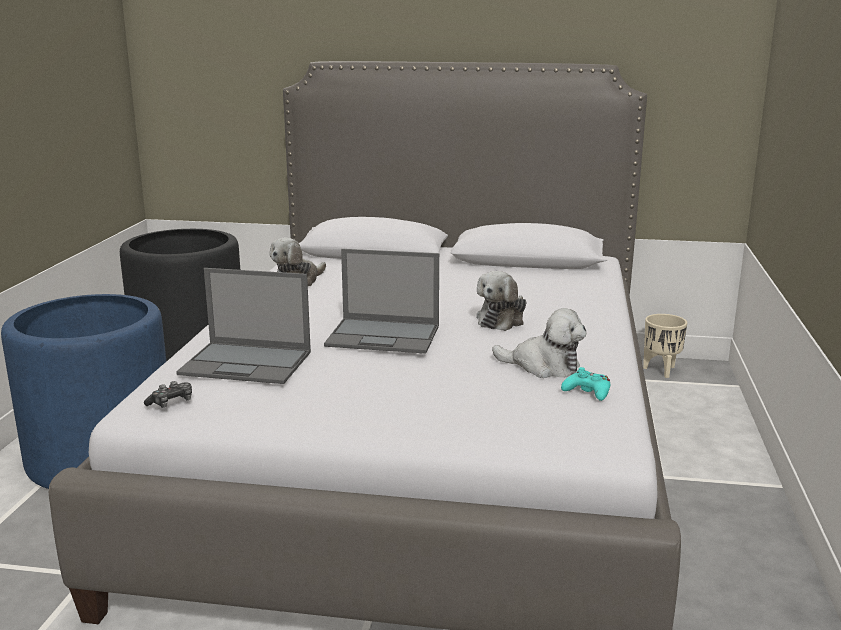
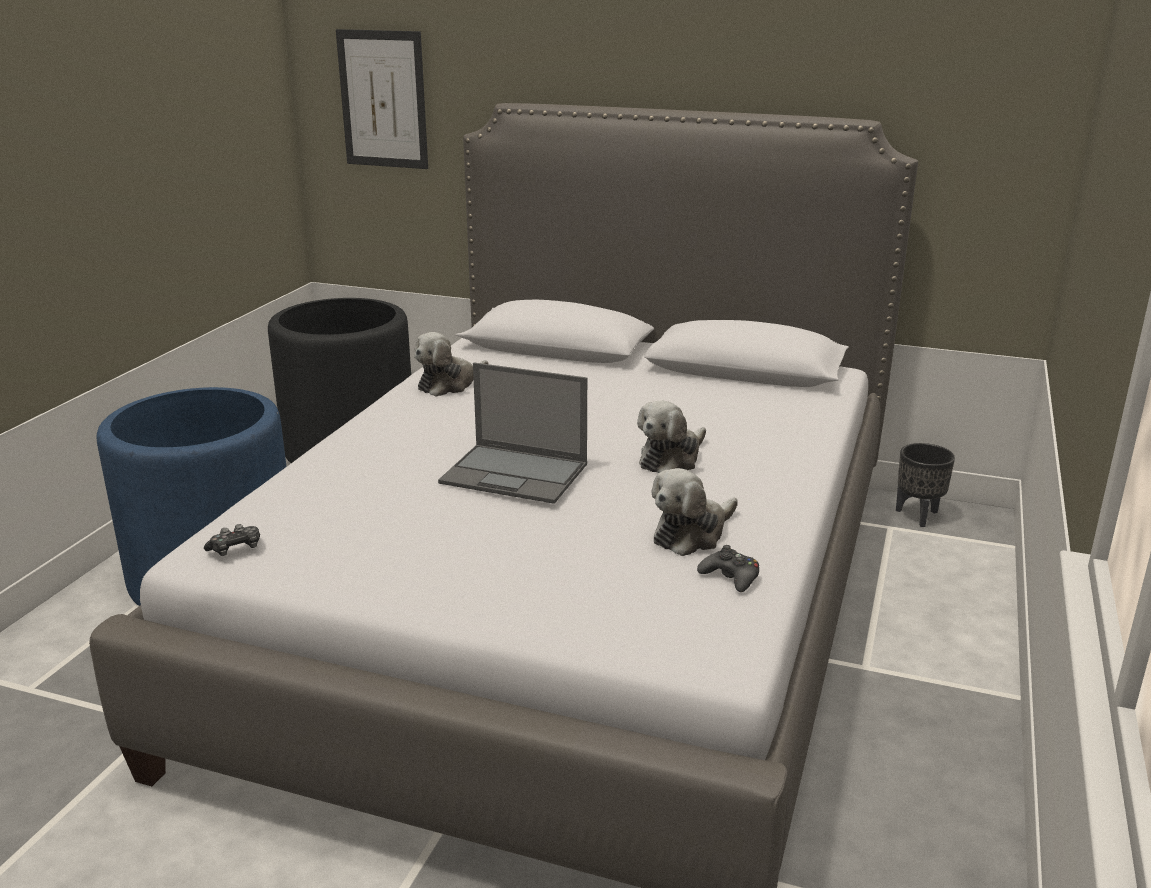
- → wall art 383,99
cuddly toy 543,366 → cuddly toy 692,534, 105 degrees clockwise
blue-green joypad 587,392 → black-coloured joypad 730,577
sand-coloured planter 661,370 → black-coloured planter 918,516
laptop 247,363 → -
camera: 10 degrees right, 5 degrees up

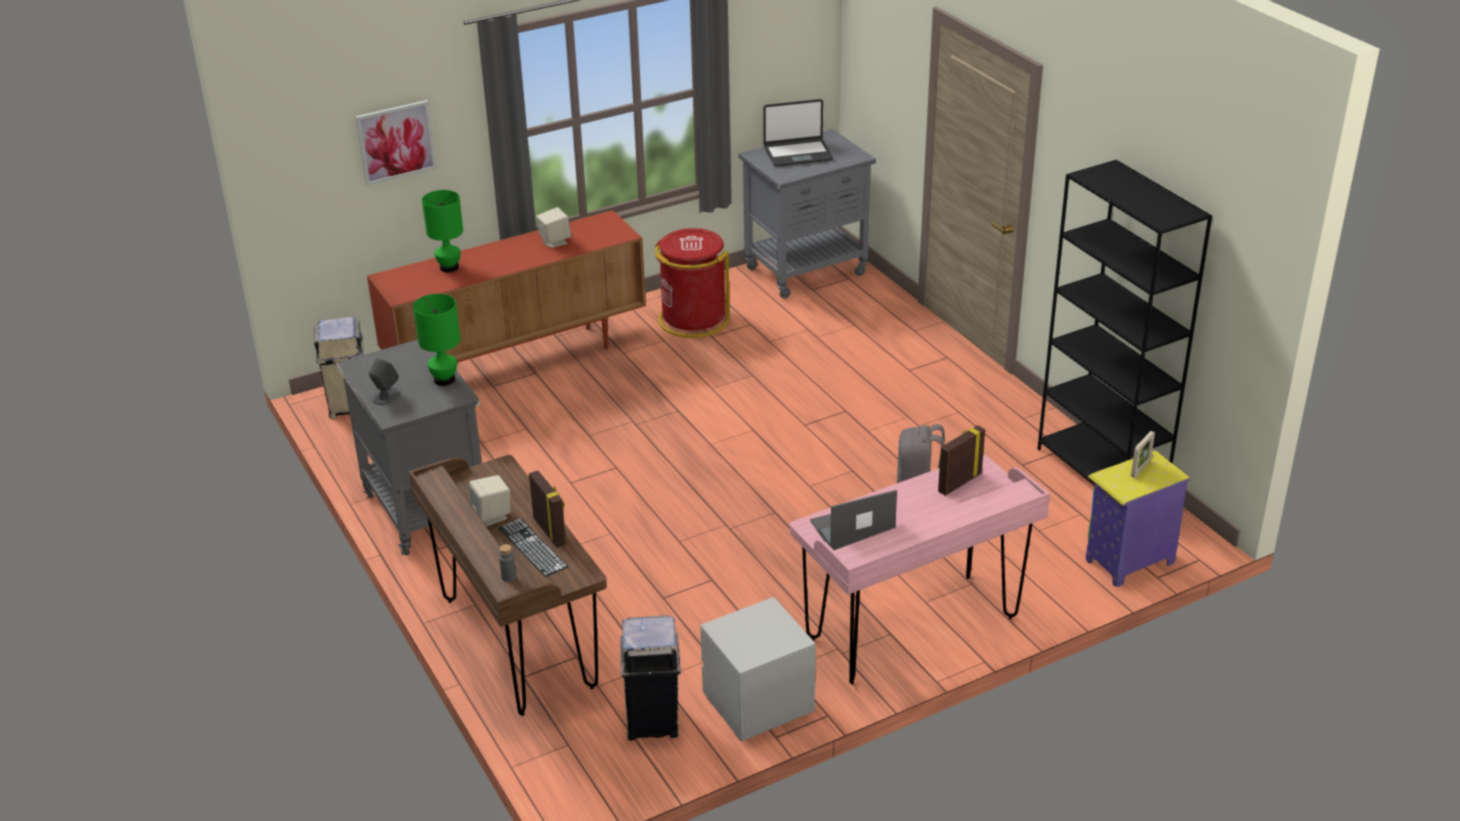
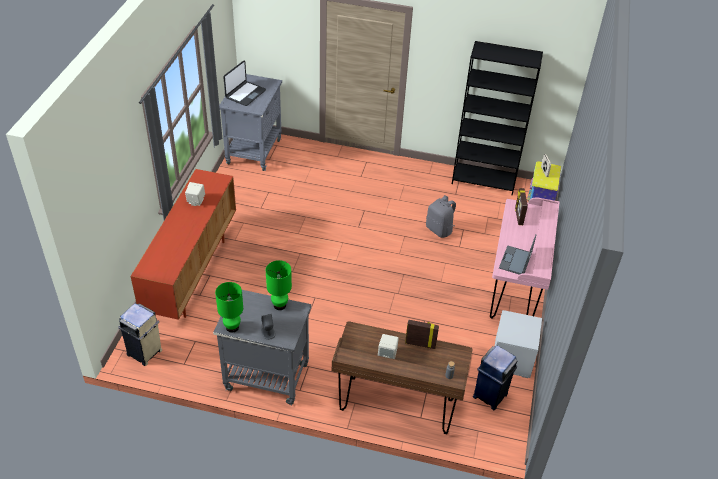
green tabletop lamp 449,267 → green tabletop lamp 232,327, relocated
sand-coloured rubbish bin 653,721 → bluish rubbish bin 490,395
wall art 396,142 → -
keyboard 532,547 → -
red rubbish bin 693,320 → -
camera: 50 degrees left, 10 degrees up

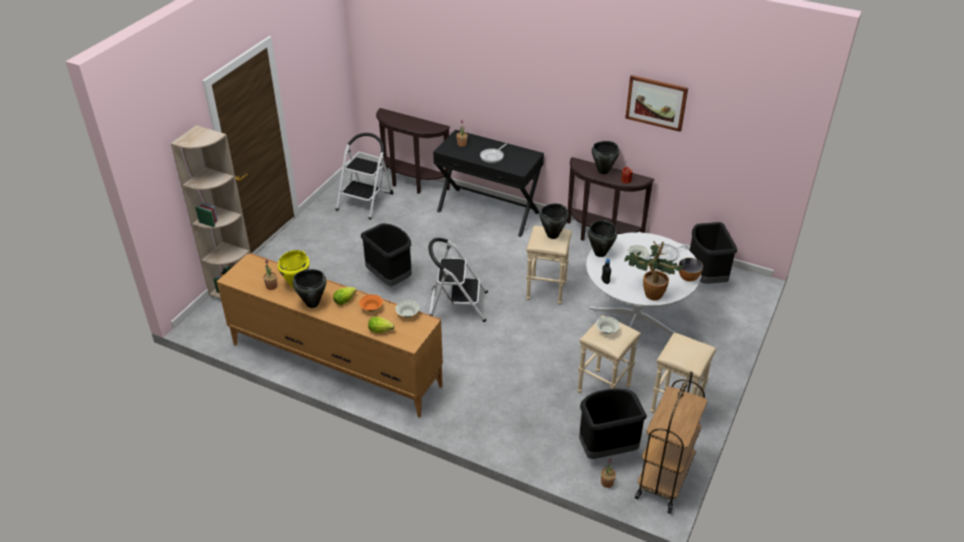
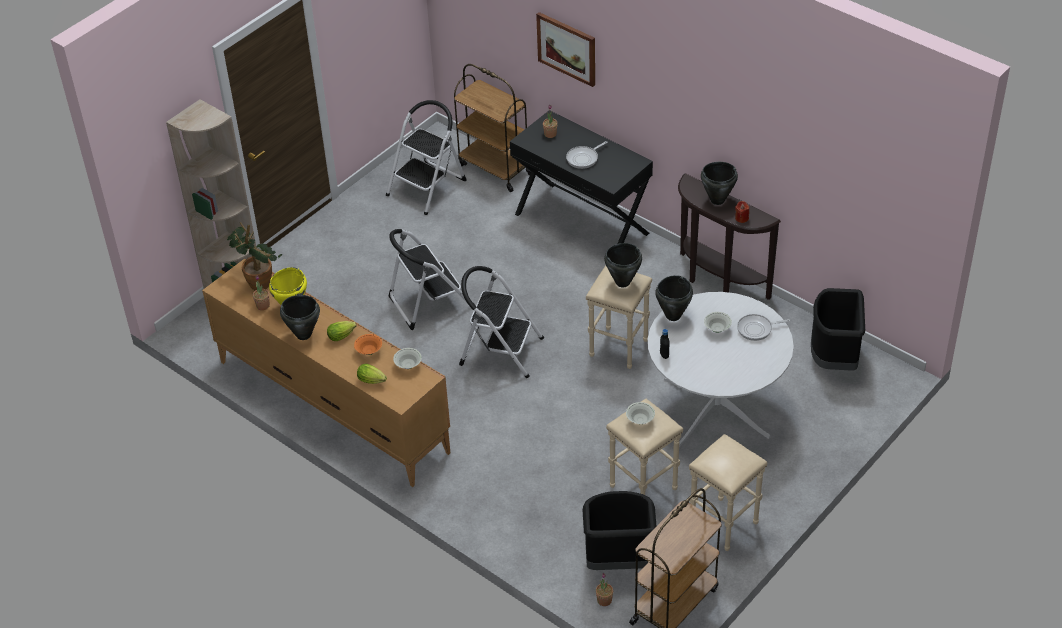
plant in a pot 650,292 → plant in a pot 258,280, relocated
black-coloured rubbish bin 390,278 → step ladder 428,302
brownish hall table 412,184 → brownish trolley 494,169
wall art 656,102 → wall art 567,48, relocated
deep dish 688,278 → -
camera: 15 degrees right, 5 degrees up

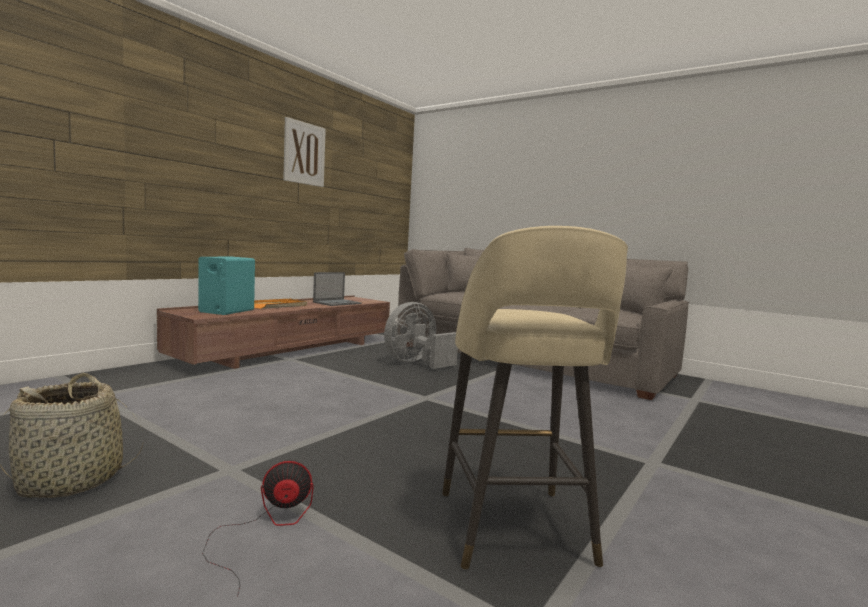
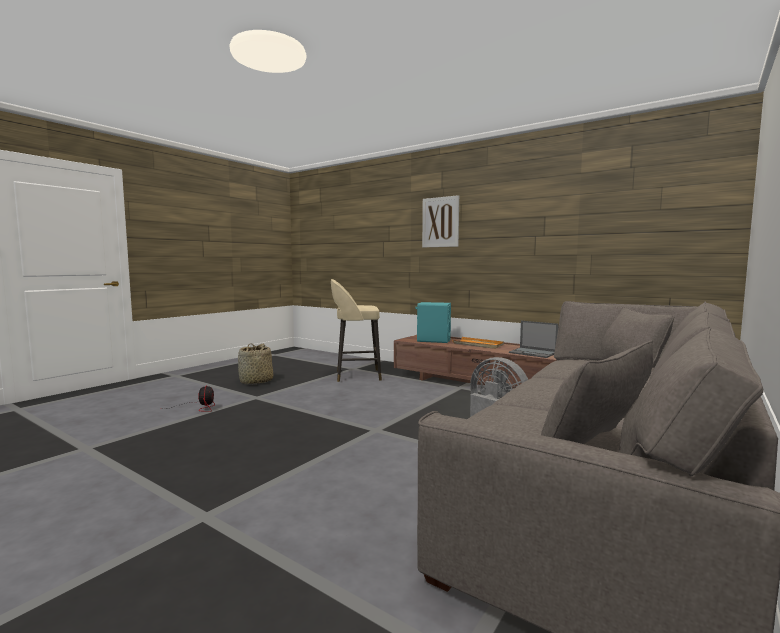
sand-coloured stool seat 515,530 → sand-coloured stool seat 356,376, relocated
wall art 304,153 → wall art 440,222, relocated
camera: 90 degrees right, 0 degrees up

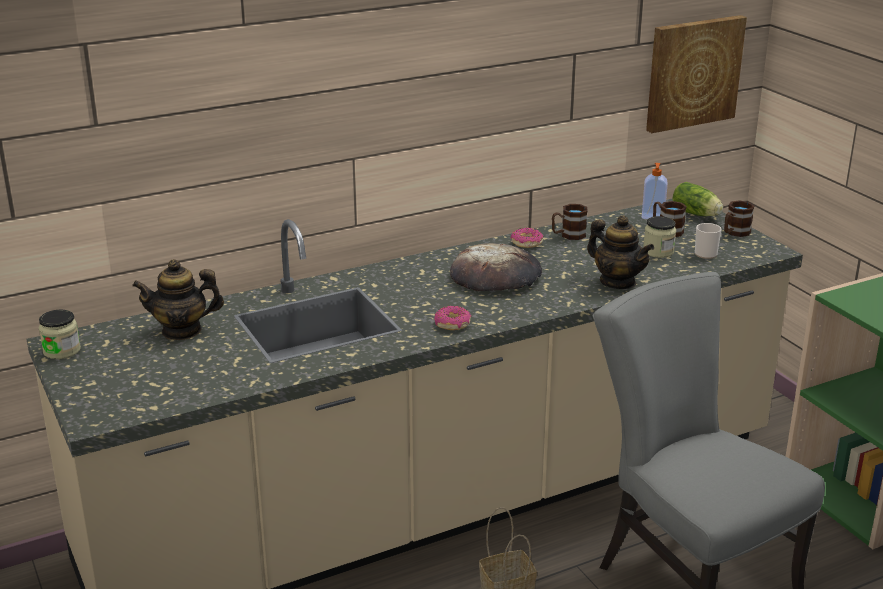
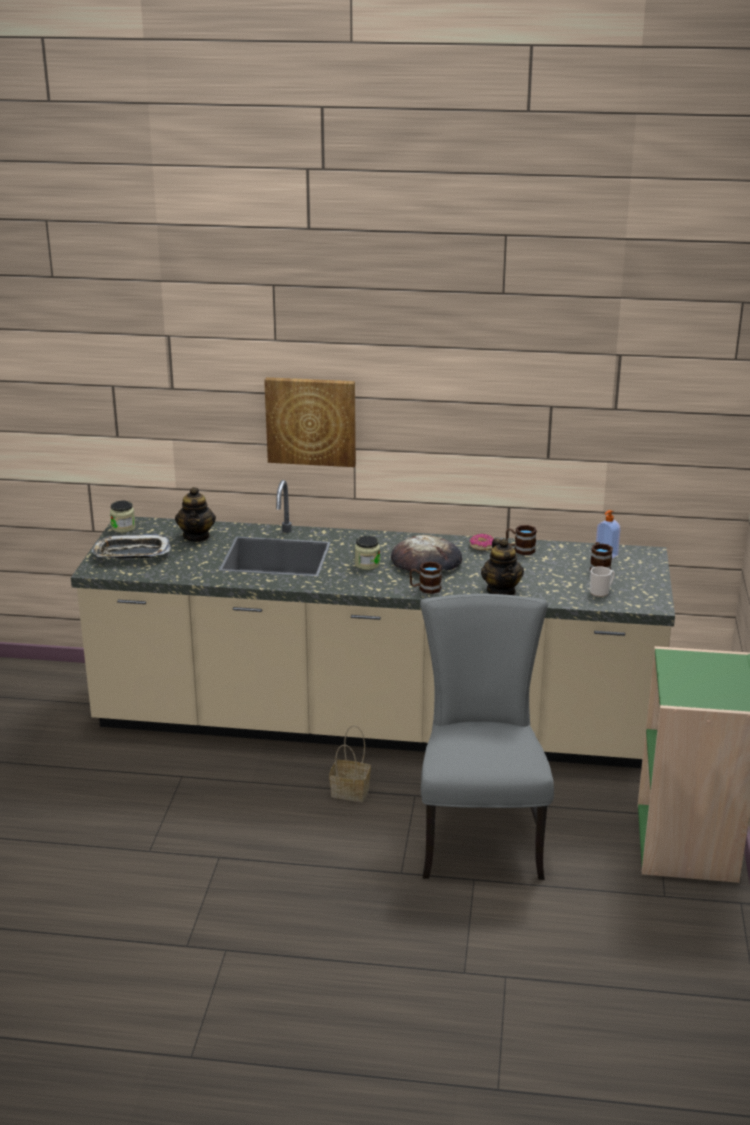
- → carrying tray 131,553
teapot 182,331 → teapot 197,536, 120 degrees counterclockwise
wall art 693,72 → wall art 311,421, relocated
preserve jar 658,251 → preserve jar 367,564, relocated
brownish coffee mug 734,233 → brownish coffee mug 425,588, relocated
donut 452,324 → -
lettuce head 697,214 → -
camera: 35 degrees right, 0 degrees up

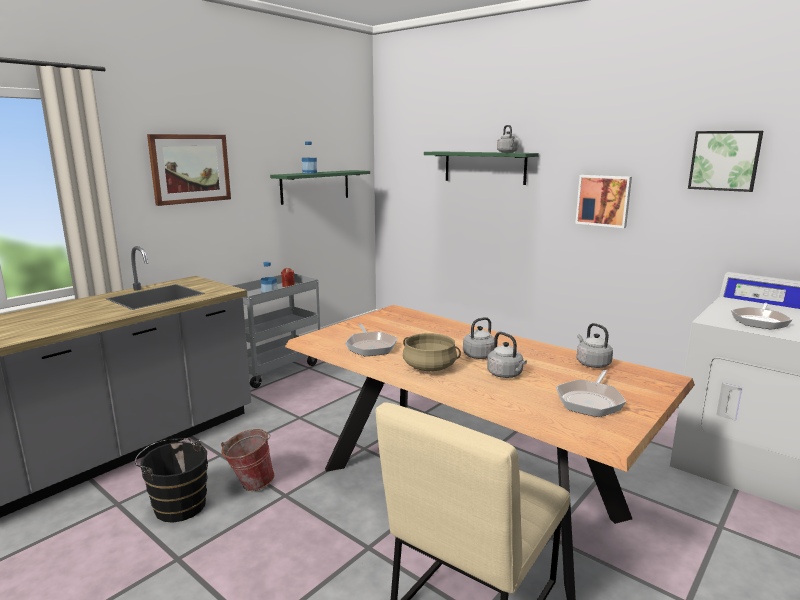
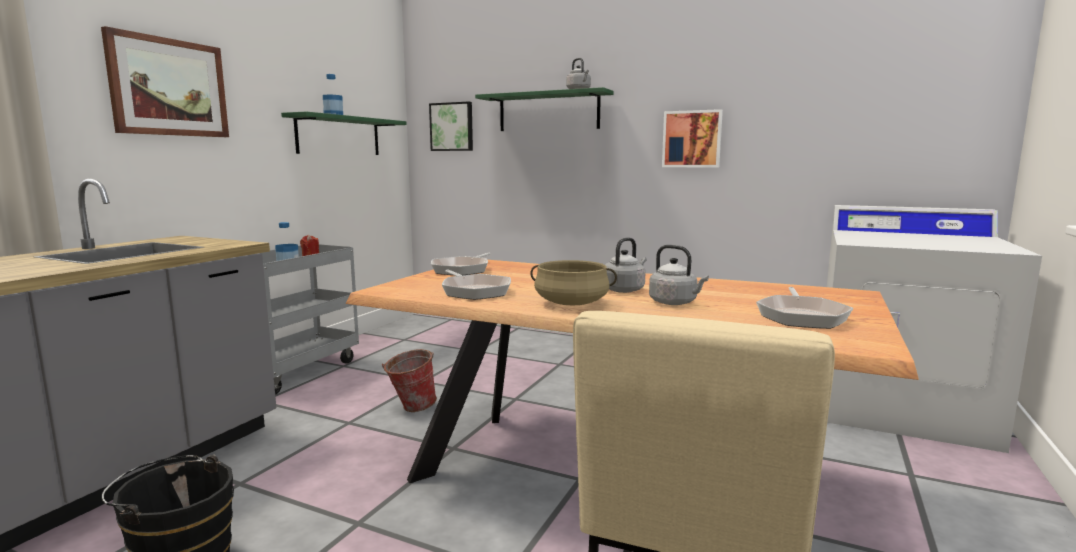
bucket 249,484 → bucket 411,408, relocated
wall art 724,160 → wall art 452,127, relocated
frying pan 760,321 → frying pan 462,269, relocated
gray water kettle 591,363 → -
camera: 15 degrees left, 5 degrees down

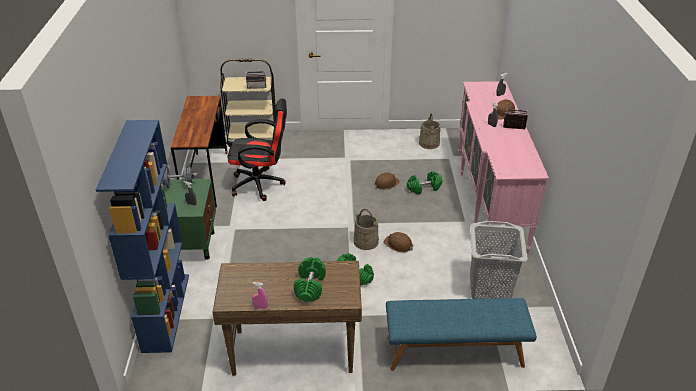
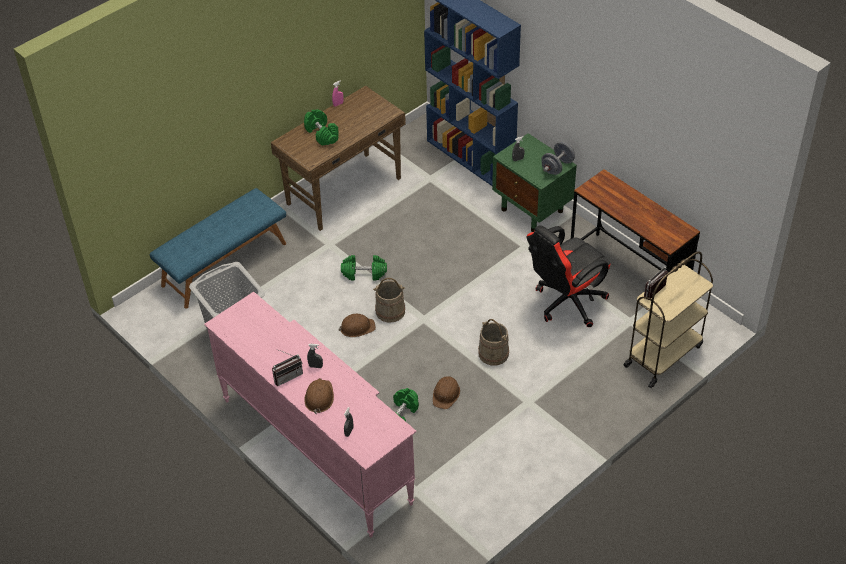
sand-coloured bucket 429,143 → sand-coloured bucket 493,353, relocated
camera: 140 degrees right, 10 degrees up

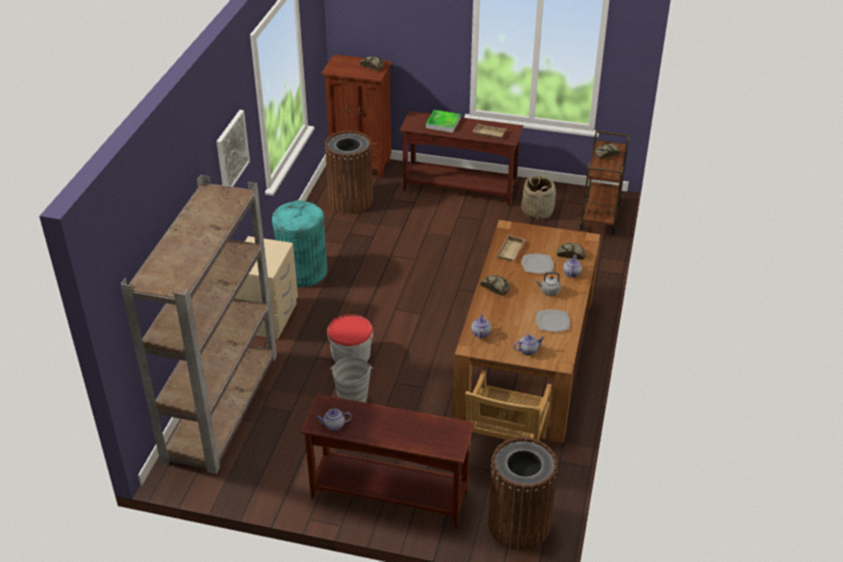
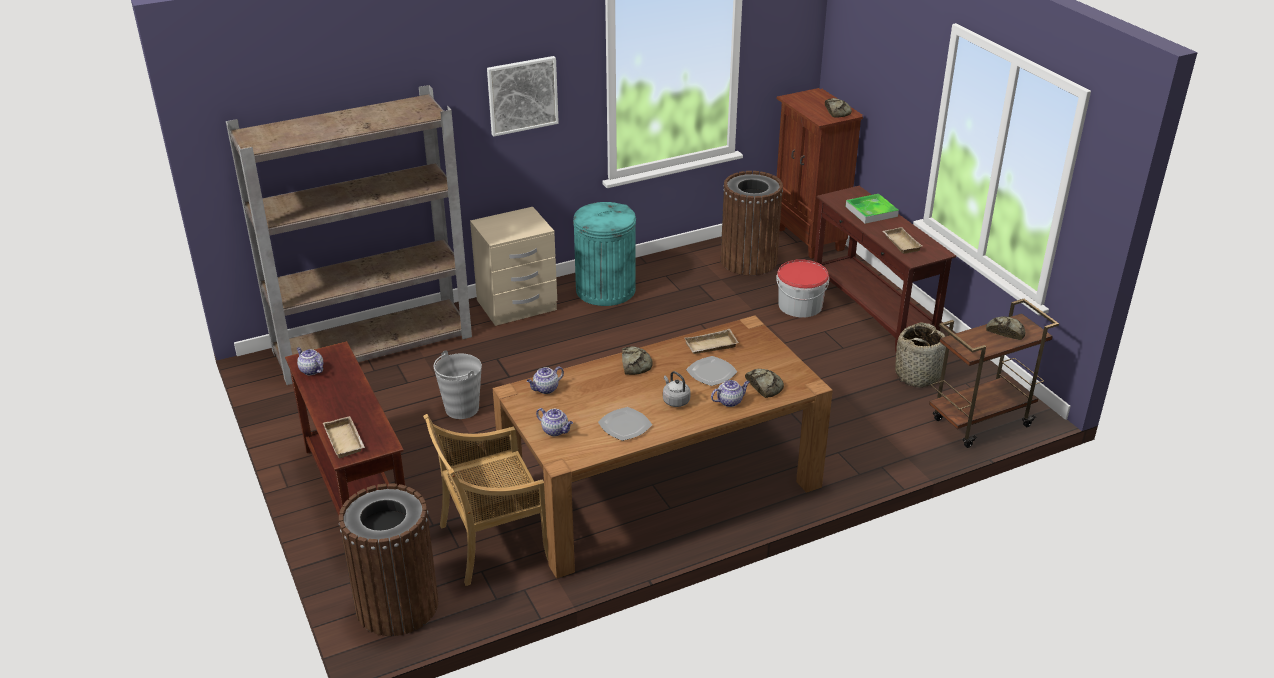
- → sand-coloured carrying tray 346,440
bucket 351,354 → bucket 800,305, relocated
camera: 50 degrees right, 5 degrees down

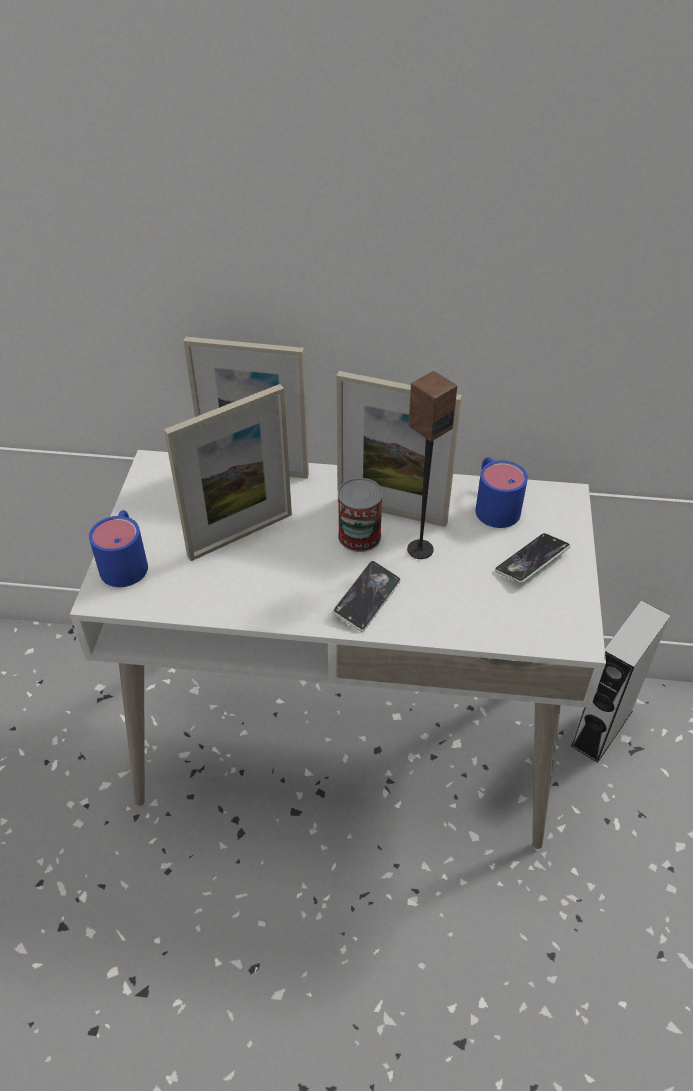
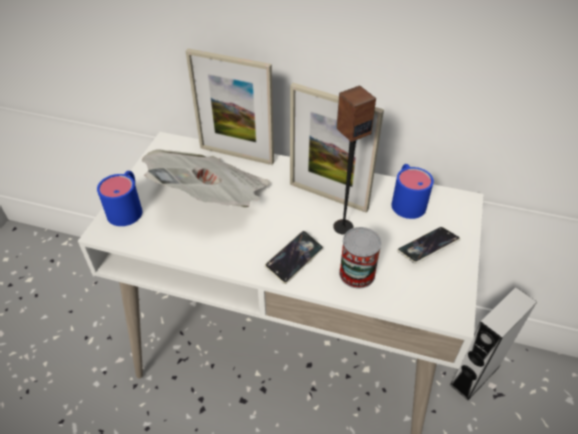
photo frame 240,535 → printed paper 213,199
metal can 359,536 → metal can 357,273, relocated
camera: 10 degrees right, 0 degrees up

